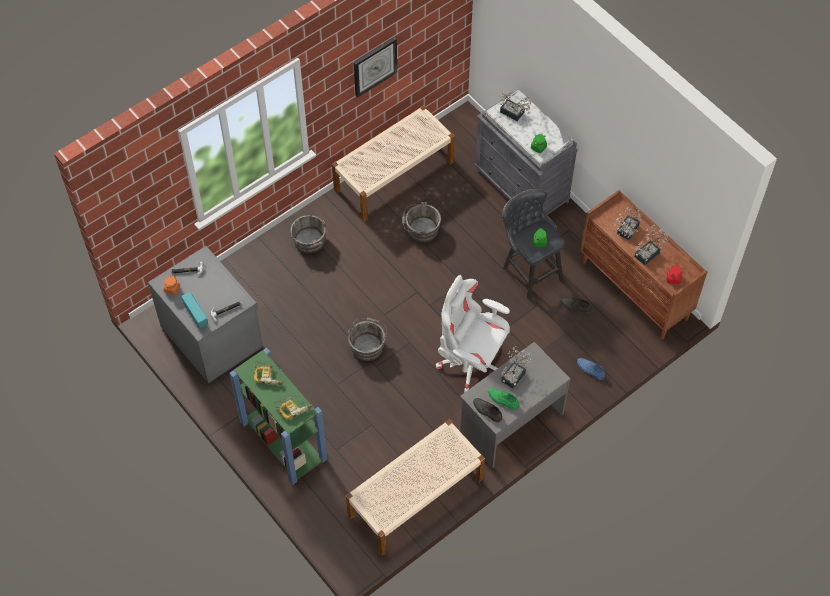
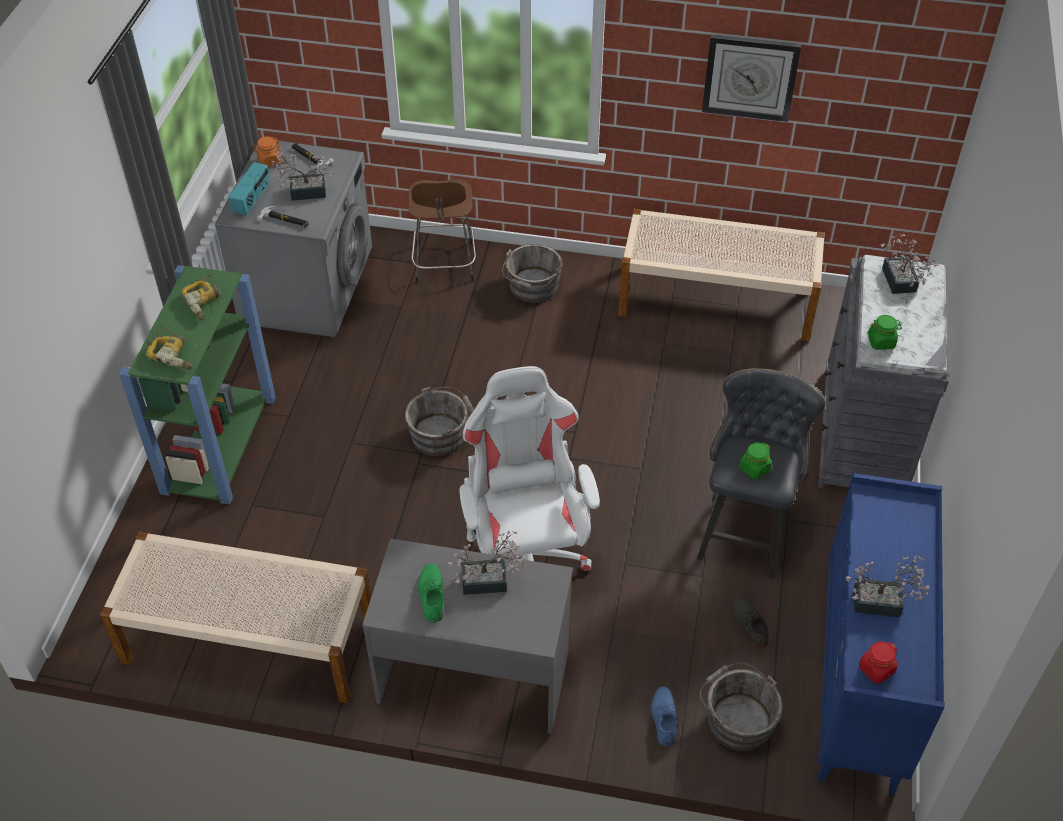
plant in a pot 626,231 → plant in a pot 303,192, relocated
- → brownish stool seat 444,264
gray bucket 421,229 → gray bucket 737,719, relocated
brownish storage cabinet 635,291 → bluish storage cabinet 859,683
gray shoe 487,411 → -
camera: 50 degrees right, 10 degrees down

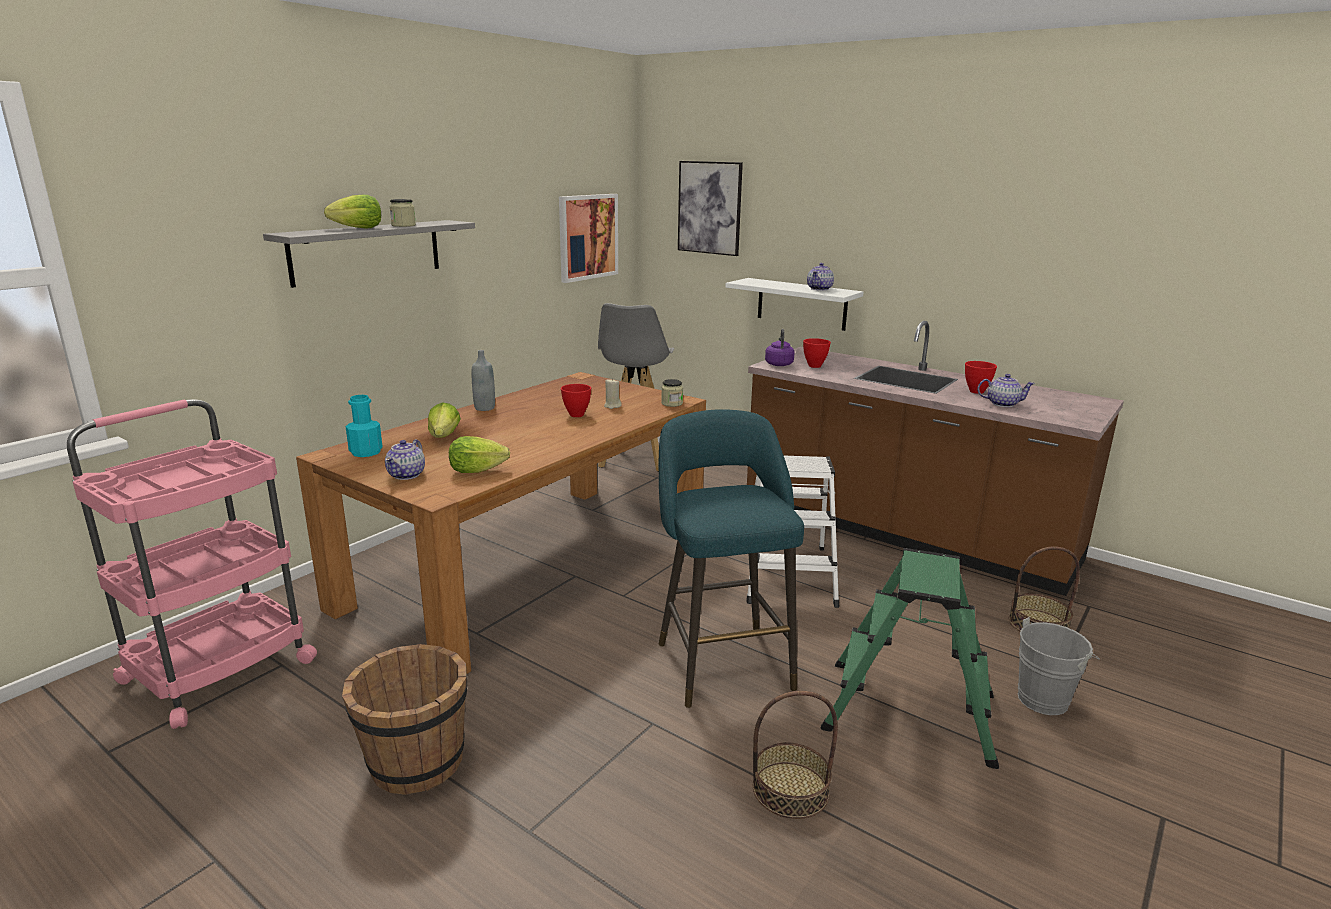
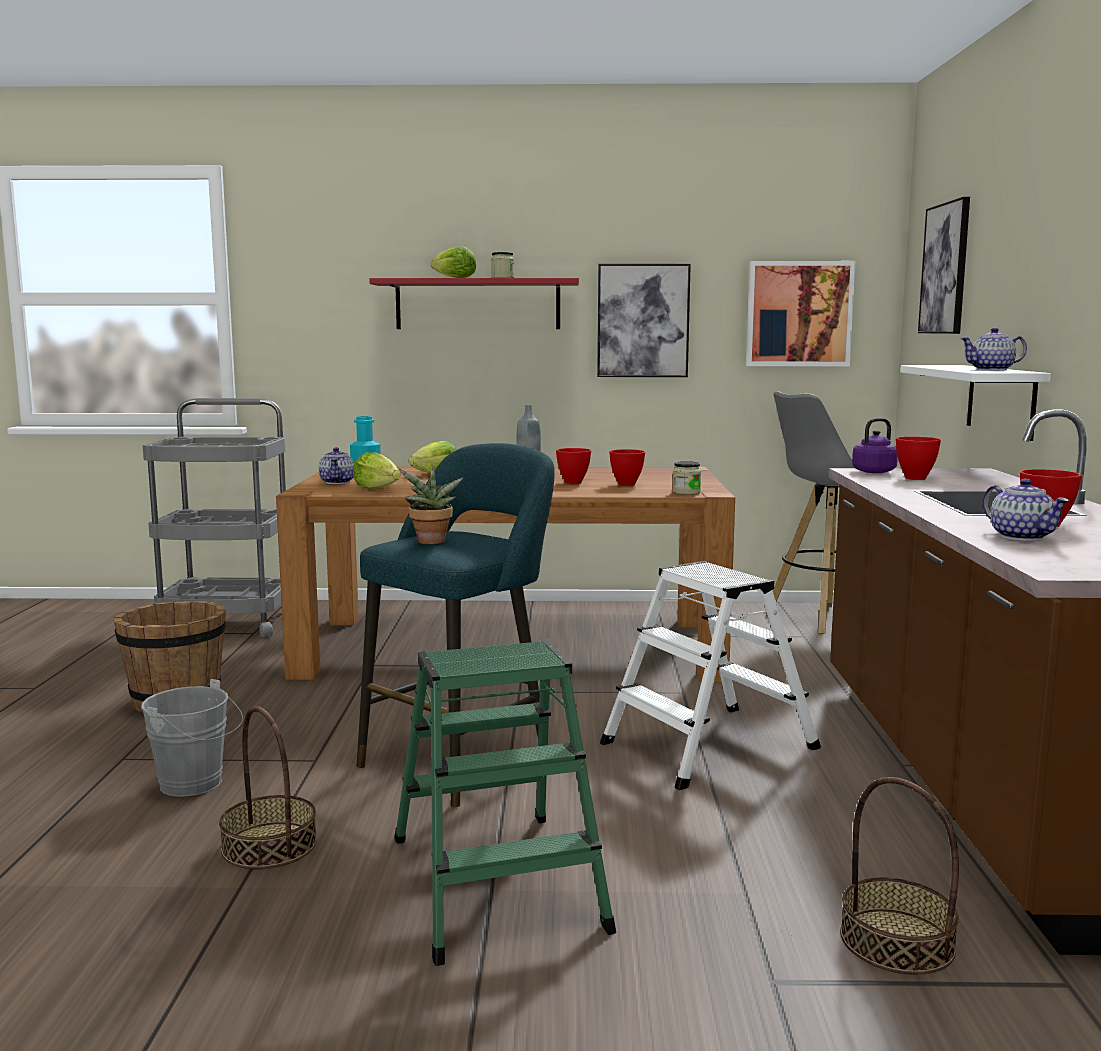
gray bucket 1046,698 → gray bucket 196,785, relocated
pink-coloured trolley 220,671 → gray trolley 227,623
teapot 407,475 → teapot 338,482, 75 degrees counterclockwise
gray bracket shelf 367,252 → red bracket shelf 478,304
- → plant in a pot 431,542
- → wall art 643,321
sand-coloured wax light 612,406 → red deep dish 627,484
camera: 55 degrees right, 10 degrees down

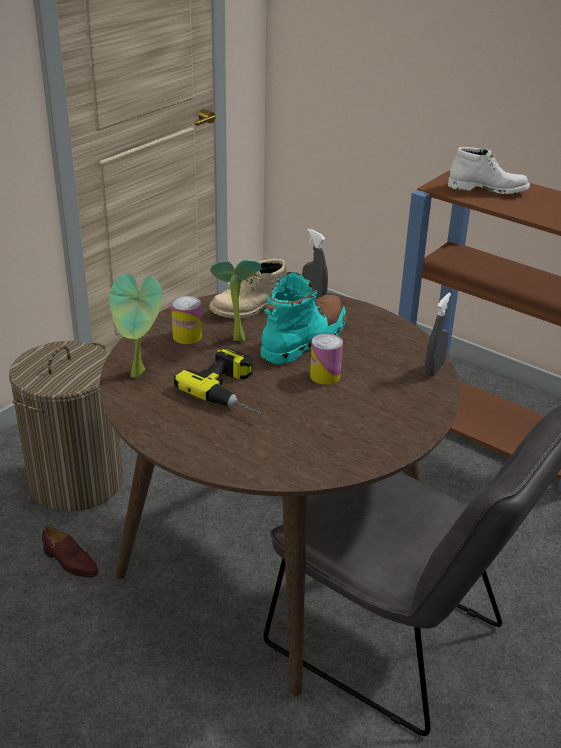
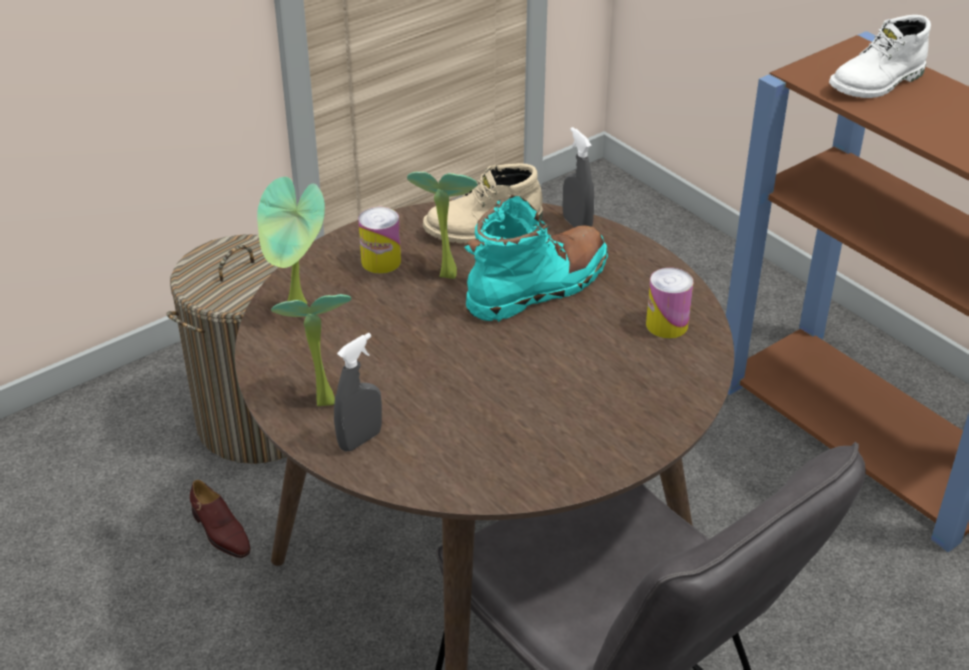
- → plant in a pot 320,398
gray spray bottle 434,369 → gray spray bottle 360,440, relocated
metal can 325,376 → metal can 667,325, relocated
white high-top boot 487,189 → white high-top boot 878,83, 120 degrees clockwise
electric drill 235,391 → -
camera: 15 degrees right, 5 degrees up

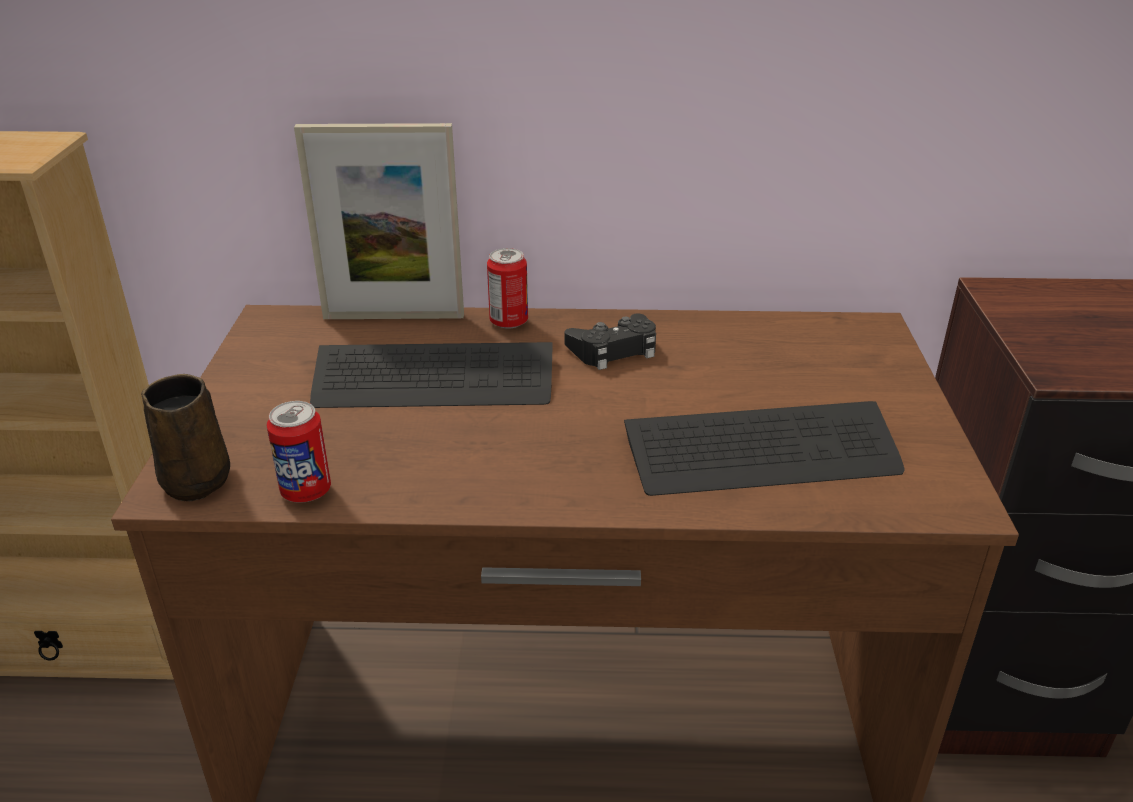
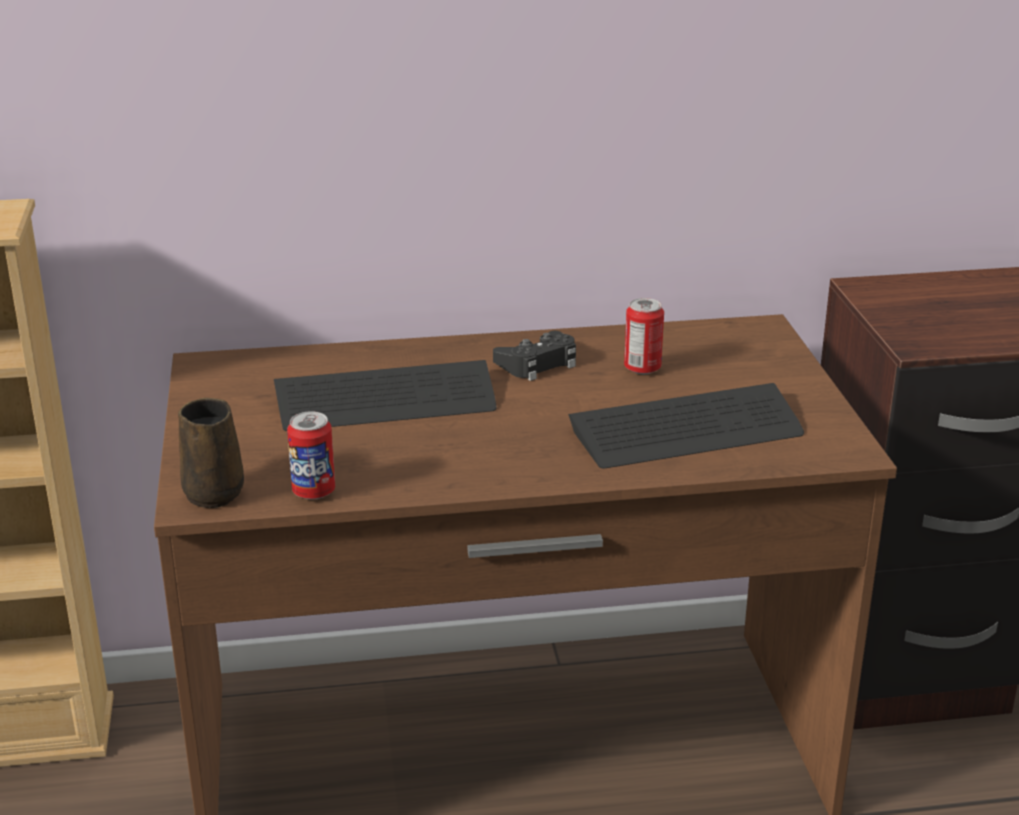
metal can 509,322 → metal can 642,368, relocated
photo frame 394,316 → -
camera: 10 degrees left, 5 degrees down

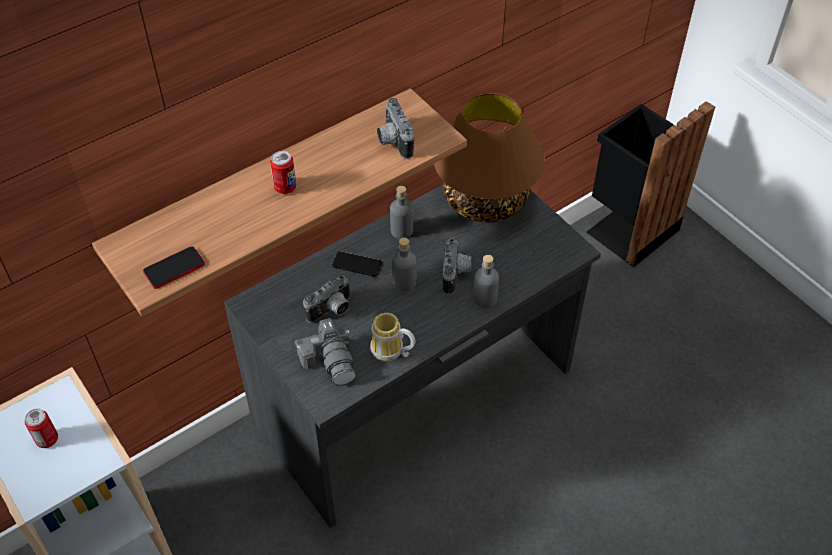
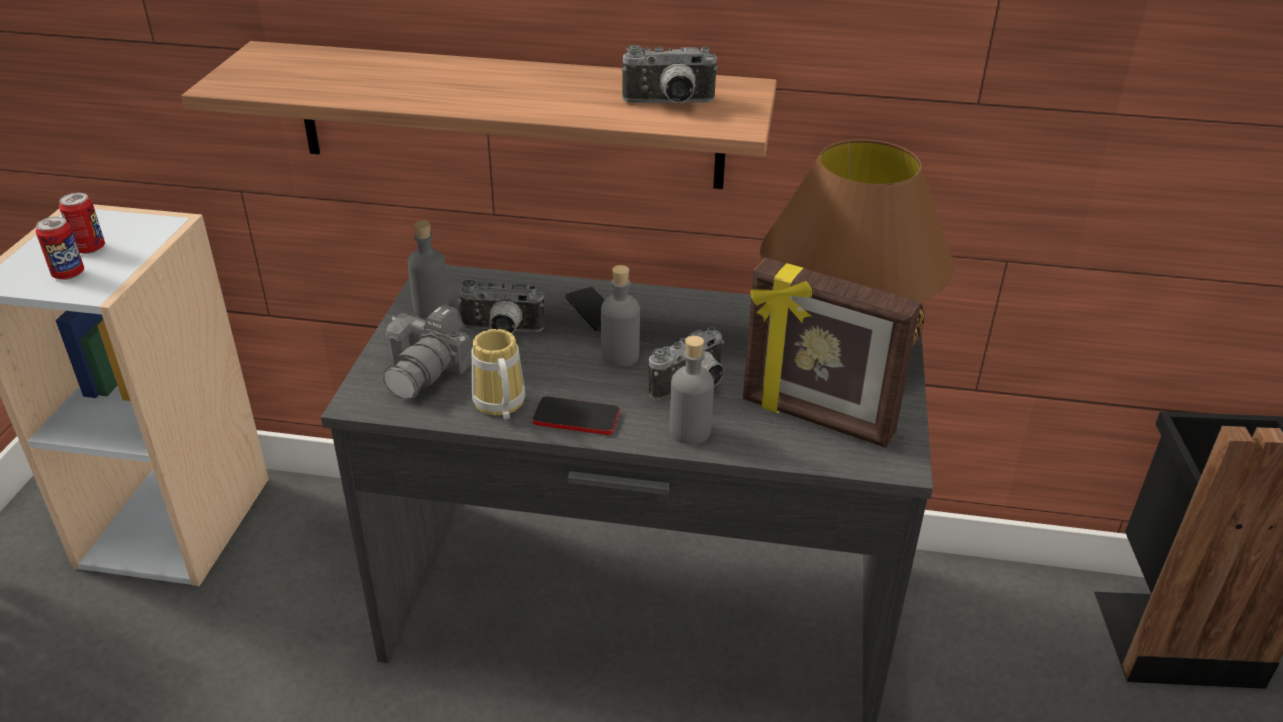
metal can 285,187 → metal can 68,274, relocated
gray bottle 401,230 → gray bottle 431,308, relocated
handset 174,268 → handset 576,417, relocated
photo camera 392,141 → photo camera 669,104, 120 degrees counterclockwise
- → photo frame 816,419
camera: 45 degrees right, 15 degrees down

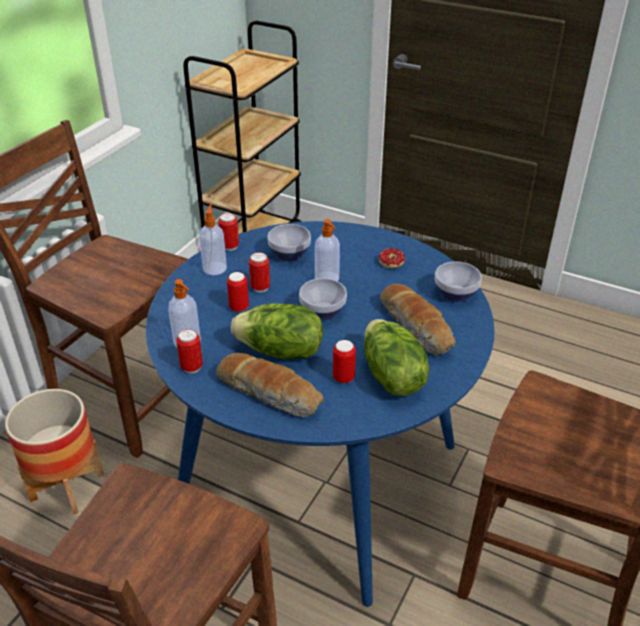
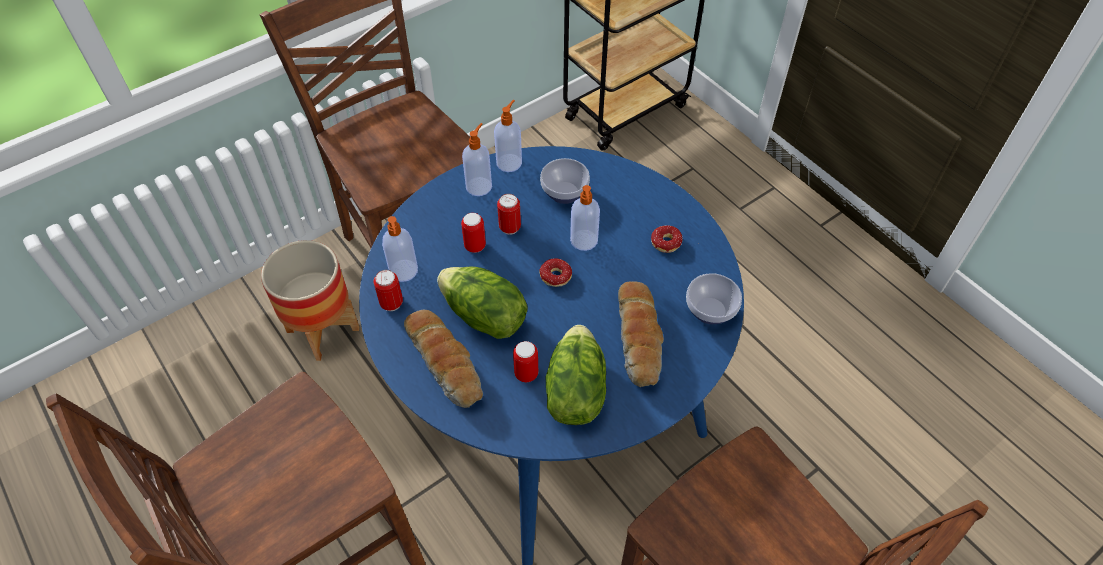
metal can 230,246 → soap dispenser 509,162
deep dish 321,311 → donut 554,281
camera: 25 degrees right, 15 degrees up

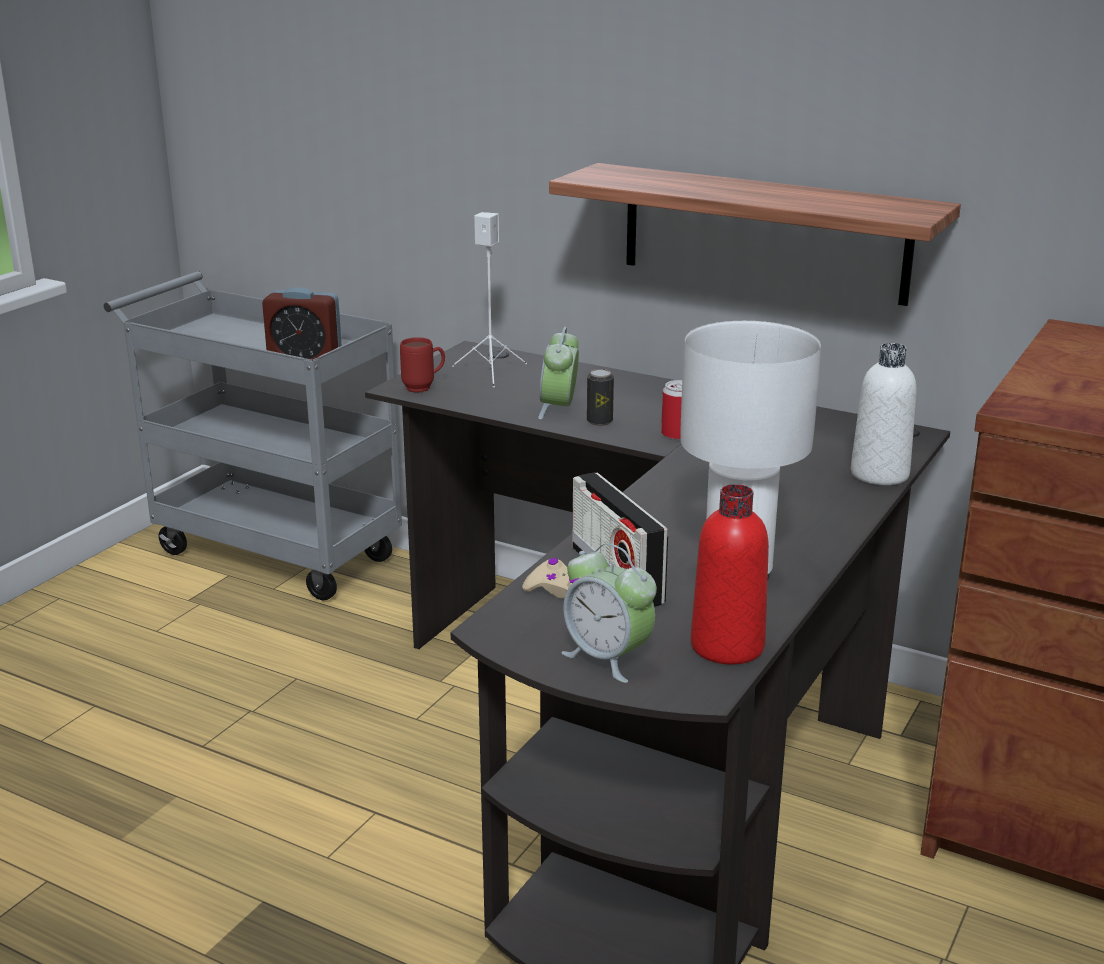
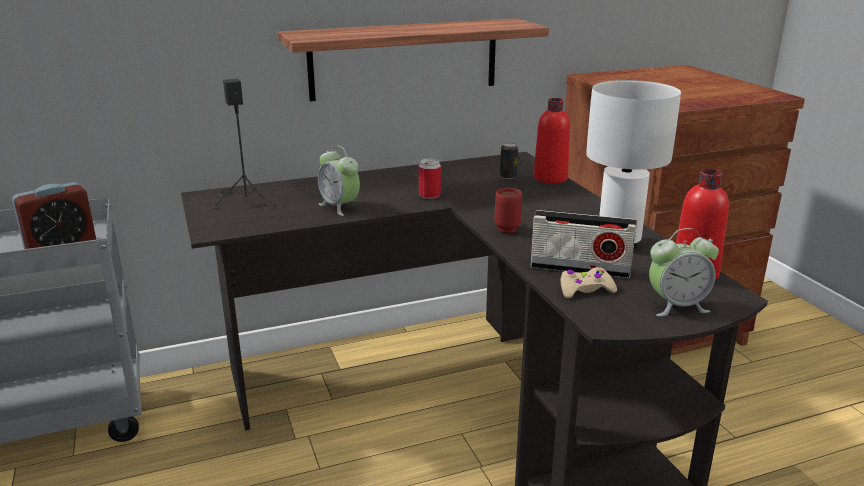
white loudspeaker 491,371 → black-coloured loudspeaker 246,202
red coffee mug 424,388 → red coffee mug 508,227, relocated
metal can 599,421 → metal can 508,176, relocated
white bottle 879,474 → red bottle 550,178
camera: 50 degrees left, 0 degrees up

